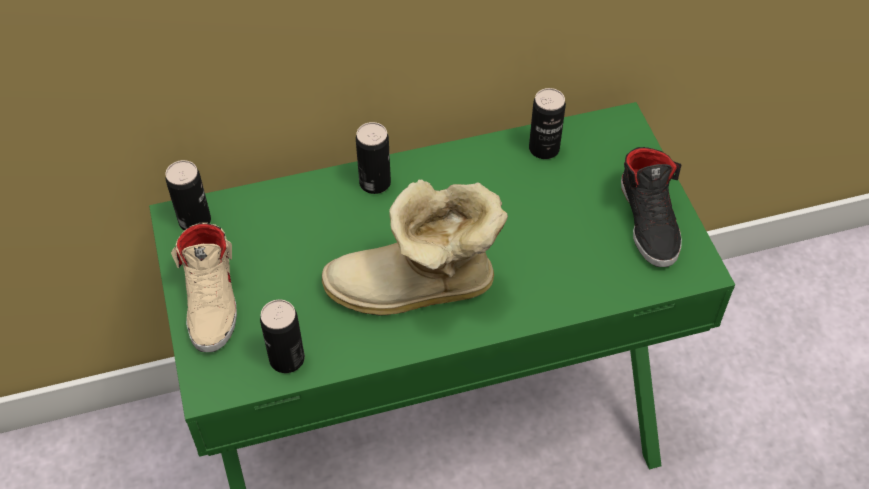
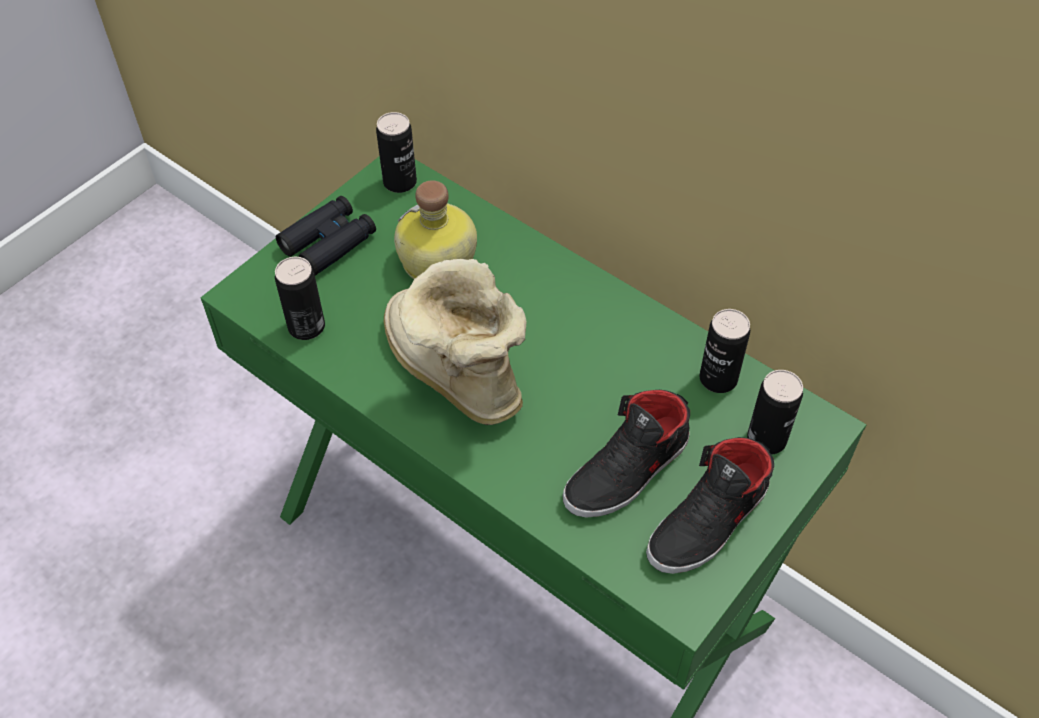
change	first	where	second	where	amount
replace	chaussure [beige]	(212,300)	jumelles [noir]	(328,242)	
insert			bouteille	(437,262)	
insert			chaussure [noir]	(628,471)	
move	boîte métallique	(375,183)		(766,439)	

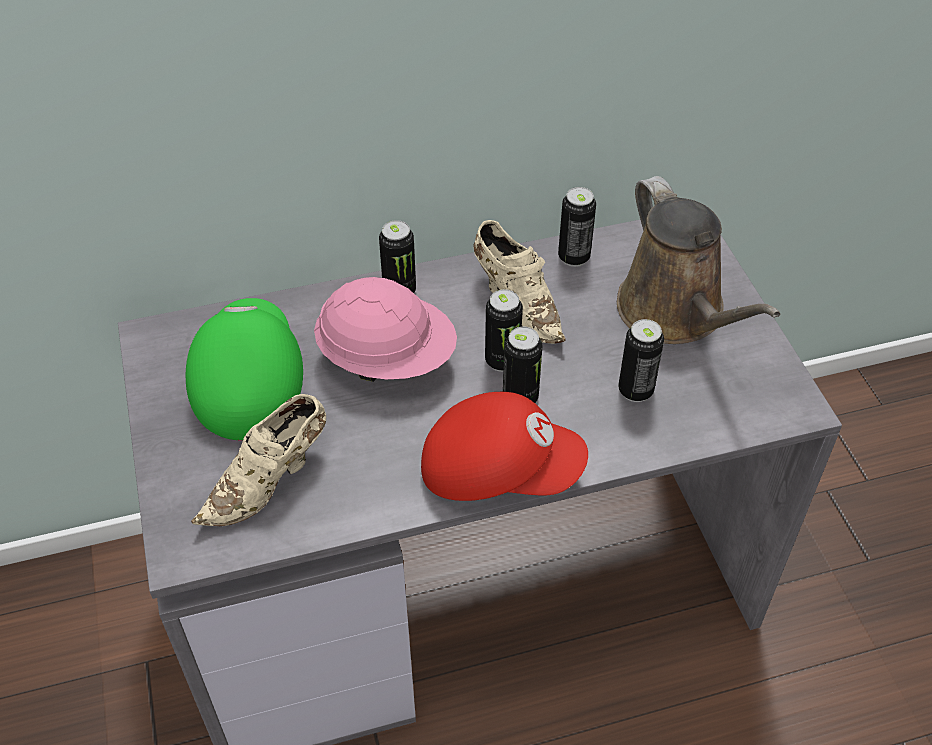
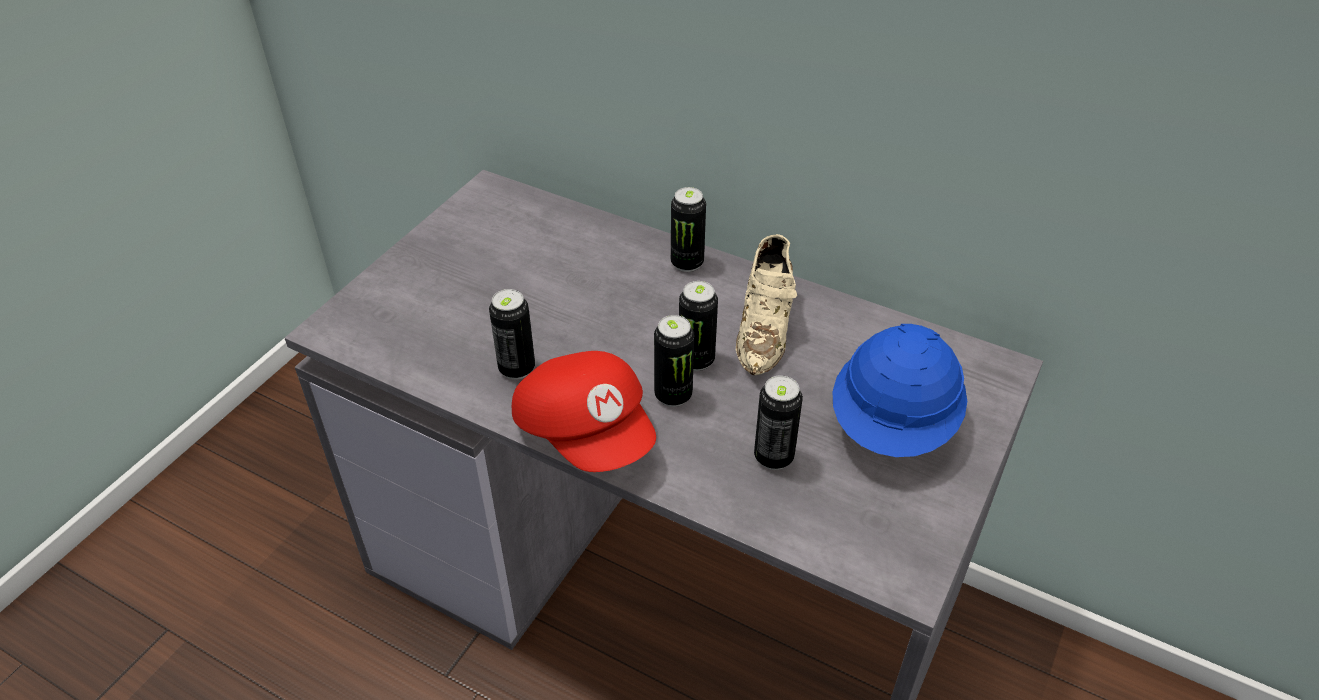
change	first	where	second	where	amount
move	boîte métallique	(574,257)		(517,368)	
replace	arrosoir [marron]	(676,313)	casque de chantier [bleu]	(893,425)	
delete	casquette [vert]	(248,384)			
delete	chaussure [beige]	(270,481)			
delete	casque de chantier [rose]	(387,358)			

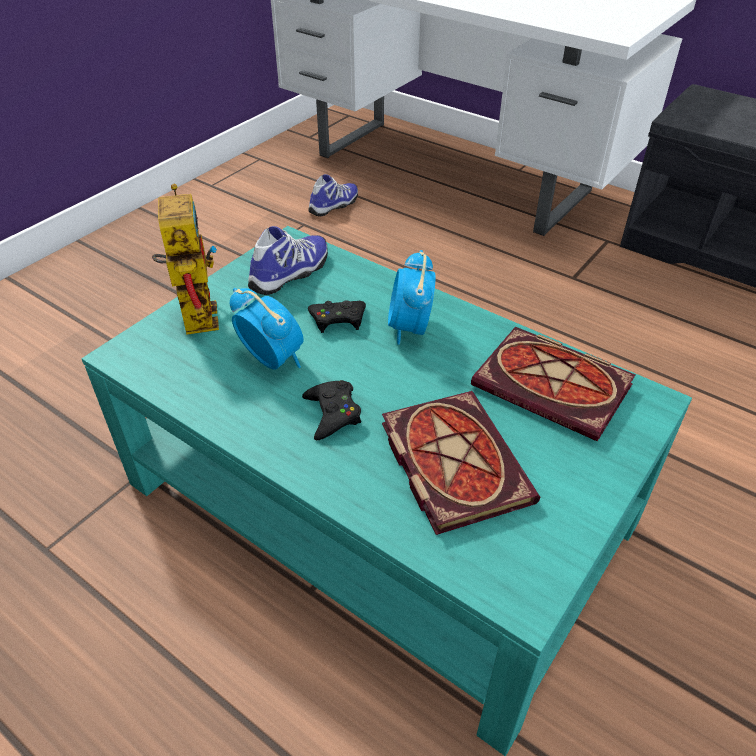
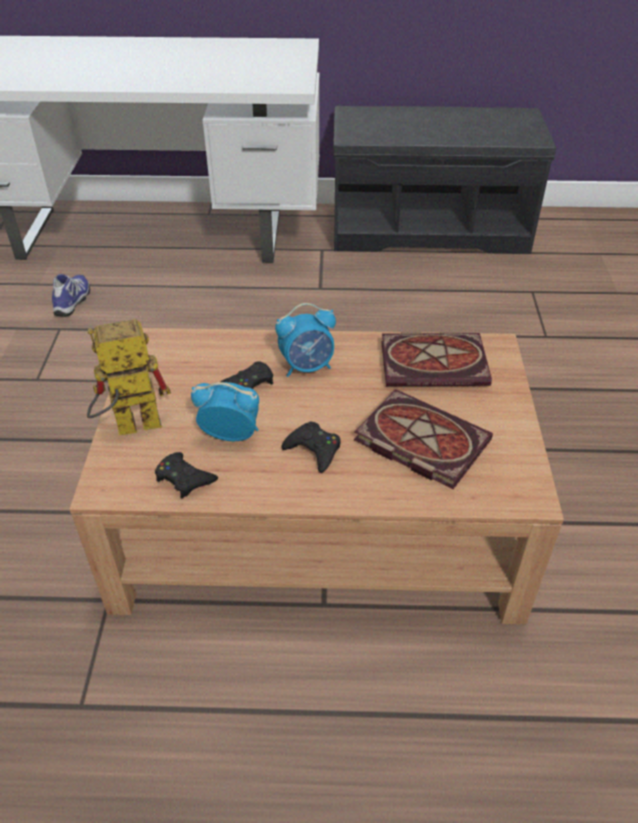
change	first	where	second	where	amount
recolor	table basse [turquoise]	(375,502)	table basse [marron]	(316,519)	
rotate	robot jouet	(195,311)		(128,428)	60 degrees counterclockwise
insert			manette [noir]	(184,478)	
rotate	réveil	(409,328)		(307,367)	75 degrees counterclockwise
delete	chaussure	(291,274)			

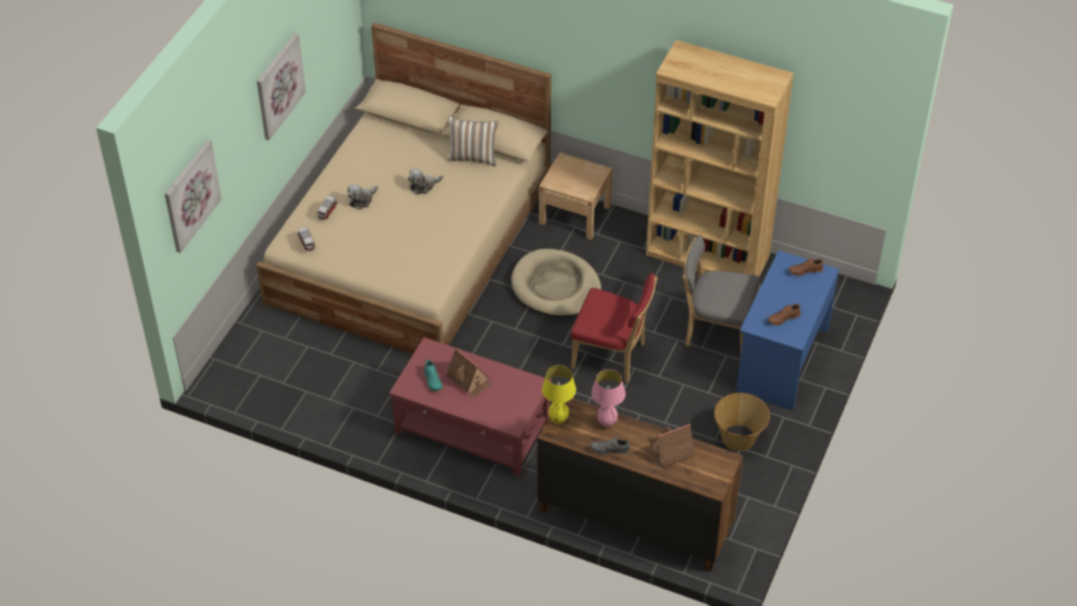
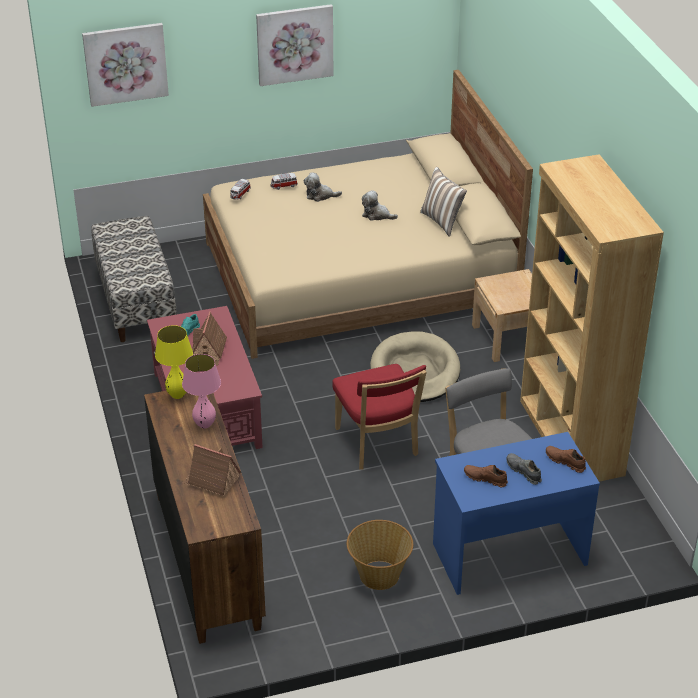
change	first	where	second	where	amount
insert			banc	(135,302)	
move	chaussure [gris]	(609,450)		(523,472)	

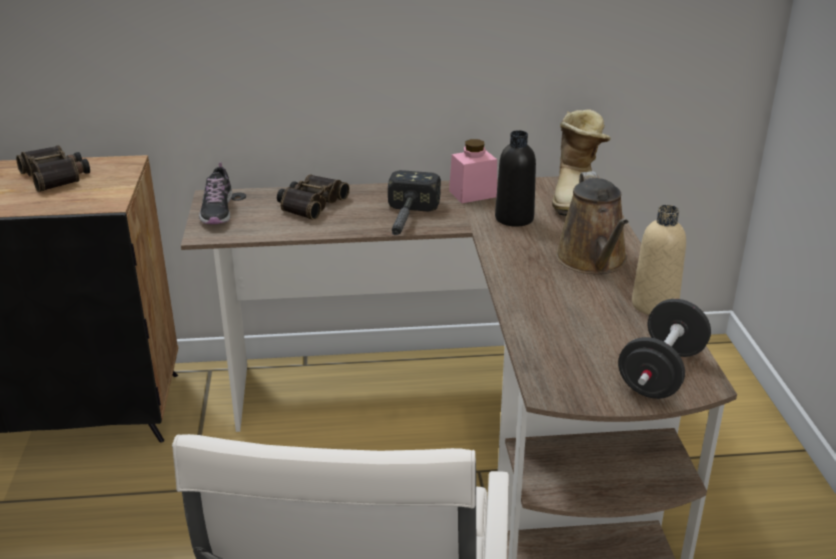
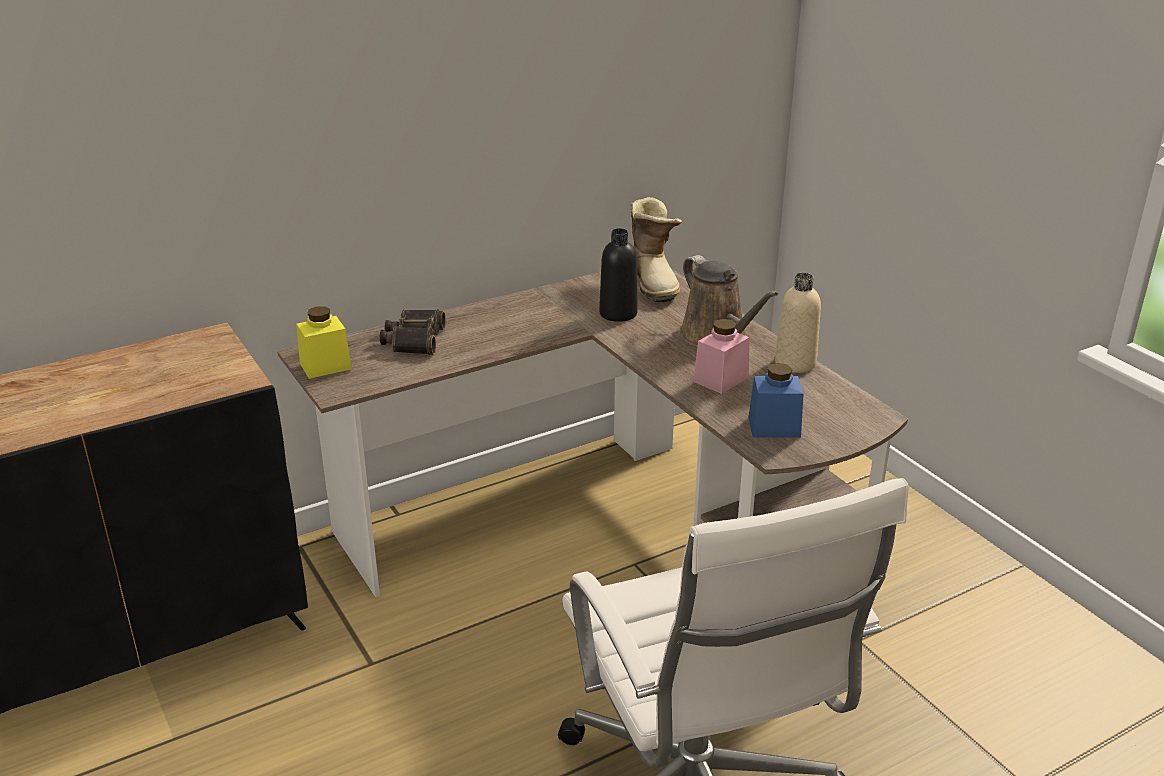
change	first	where	second	where	amount
replace	chaussure	(217,210)	bocal [jaune]	(325,366)	
move	bocal [rose]	(473,194)		(721,379)	
insert			bocal [bleu]	(774,427)	
delete	jumelles	(56,176)			
delete	marteau	(406,222)			
delete	haltère [noir]	(661,373)			

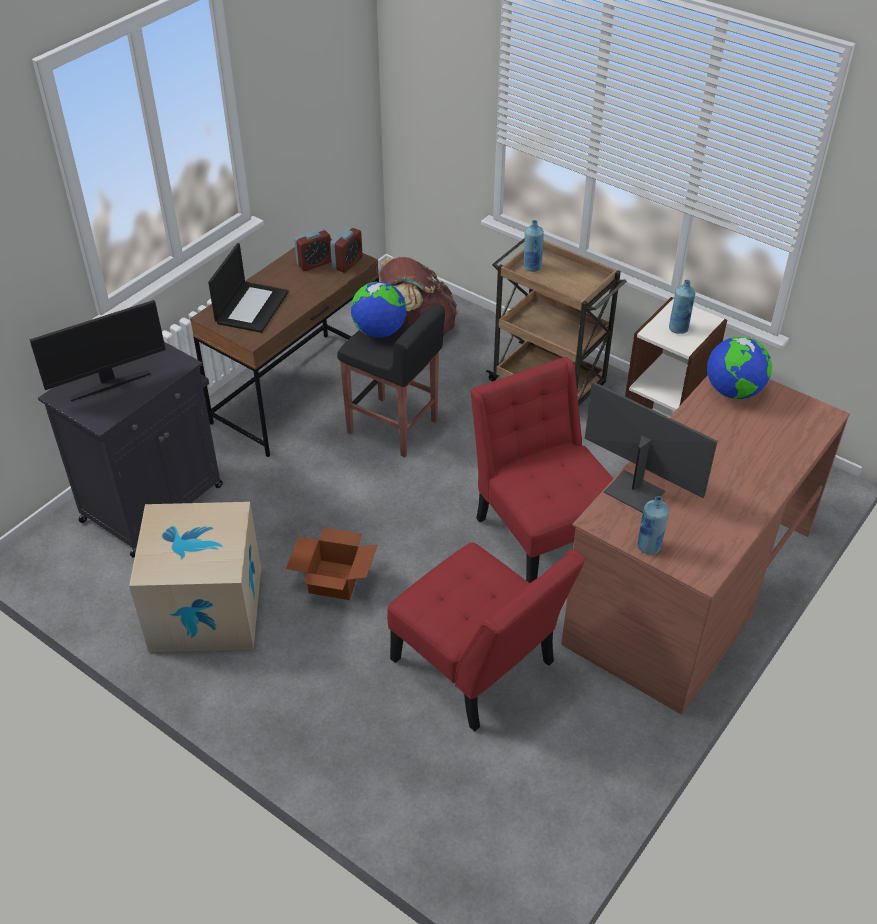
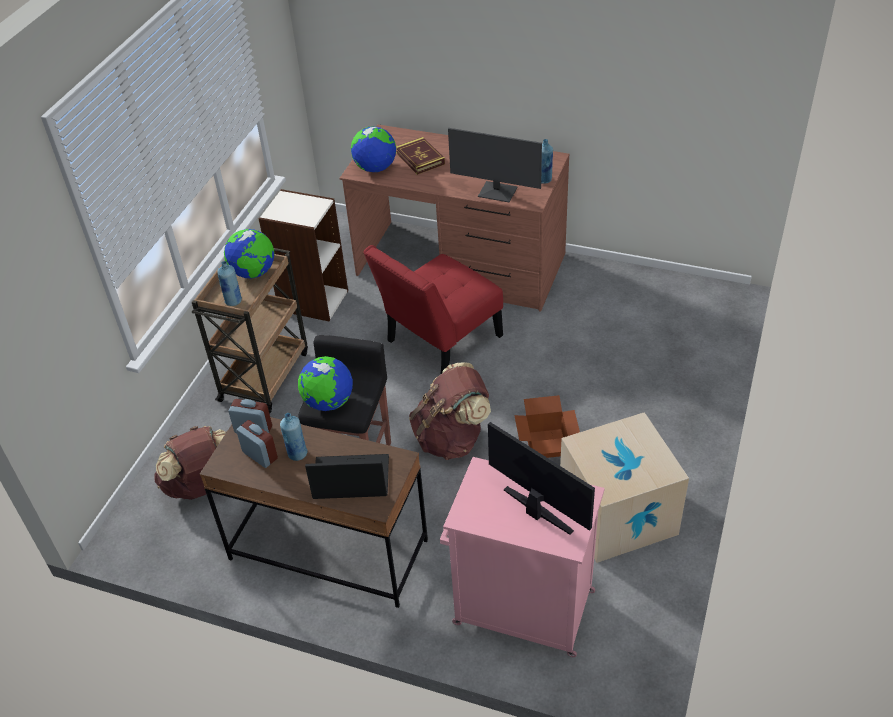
change	first	where	second	where	amount
insert			globe	(253,273)	
move	bouteille [bleu]	(678,328)		(297,454)	
insert			livre	(420,158)	
insert			sac à dos [marron]	(452,438)	
recolor	meuble de rangement [noir]	(154,502)	meuble de rangement [rose]	(521,607)	
rotate	écran d'ordinateur	(635,491)		(497,192)	90 degrees counterclockwise
delete	chaise [rouge]	(478,667)			

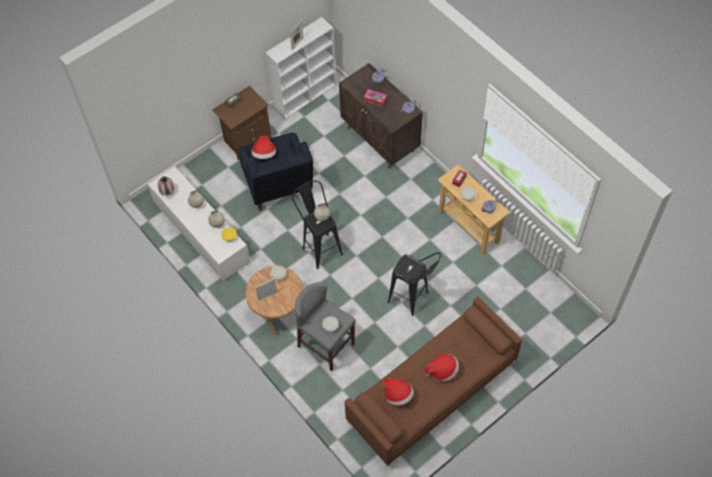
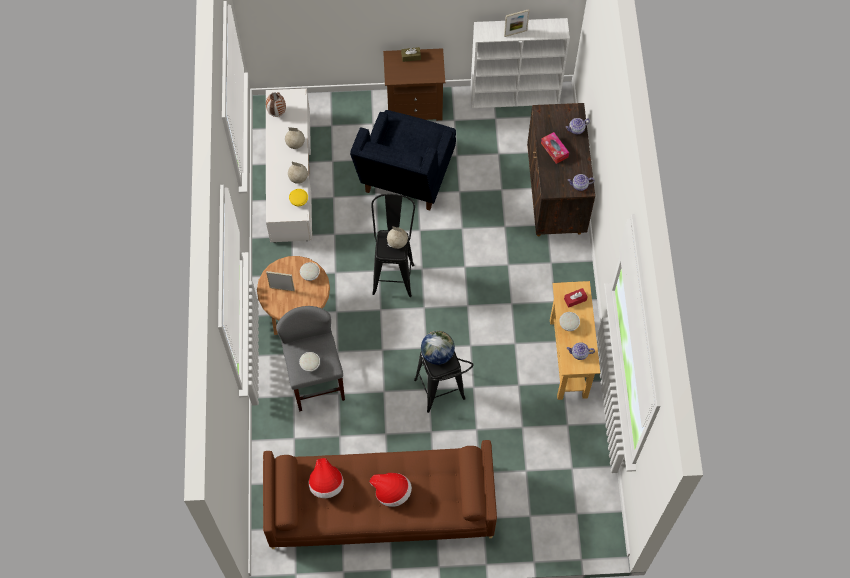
change	first	where	second	where	amount
insert			globe	(437,354)	
delete	chapeau	(264,154)			

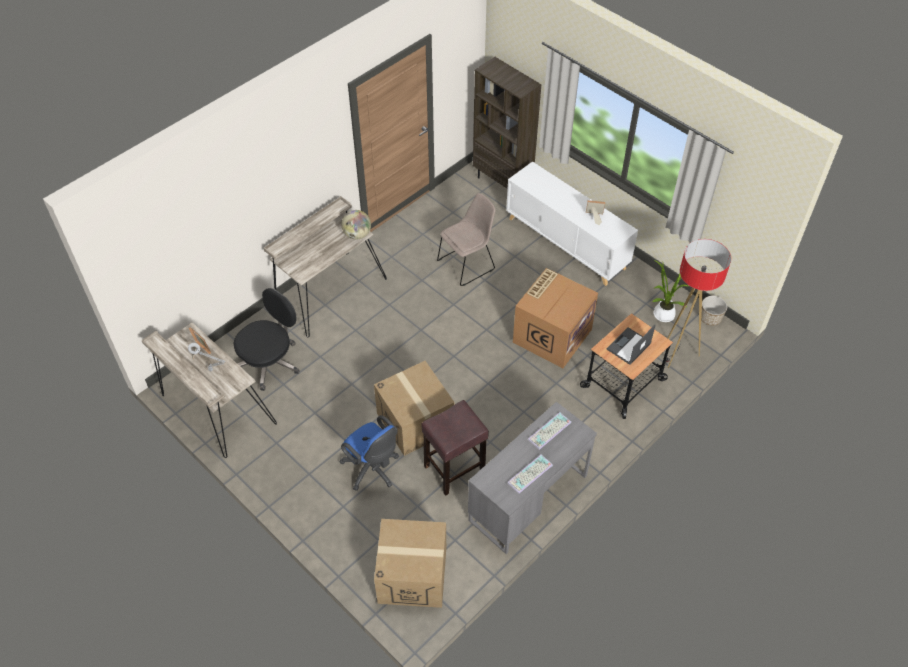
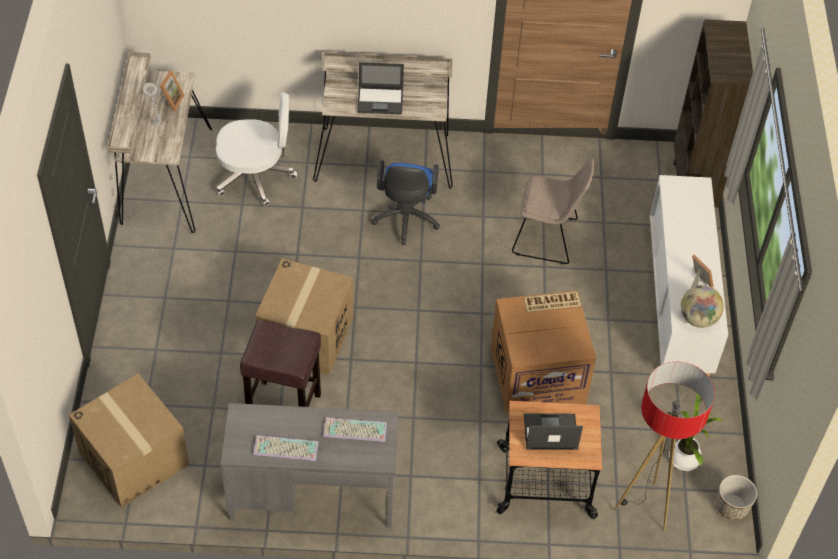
change	first	where	second	where	amount
recolor	chaise de bureau [noir]	(270,362)	chaise de bureau [blanc]	(256,176)	
insert			ordinateur portable	(381,100)	
move	chaise de bureau [bleu]	(372,469)		(405,221)	
move	globe	(357,234)		(698,318)	

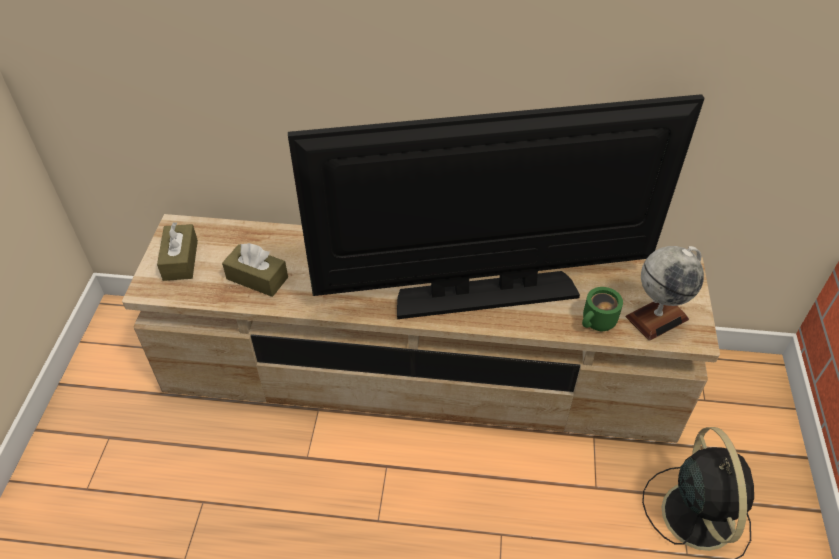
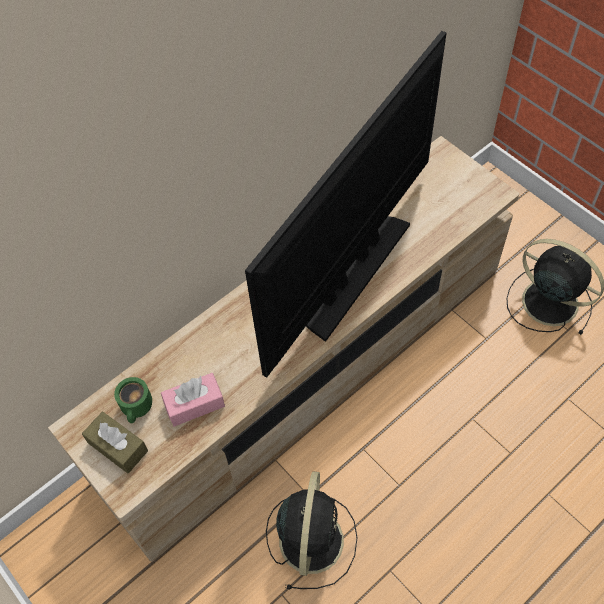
change	first	where	second	where	amount
move	mug [vert]	(598,323)		(138,408)	
recolor	boîte à mouchoirs [marron]	(257,278)	boîte à mouchoirs [rose]	(194,404)	
insert			ventilateur [noir]	(311,537)	
delete	globe	(657,317)			

